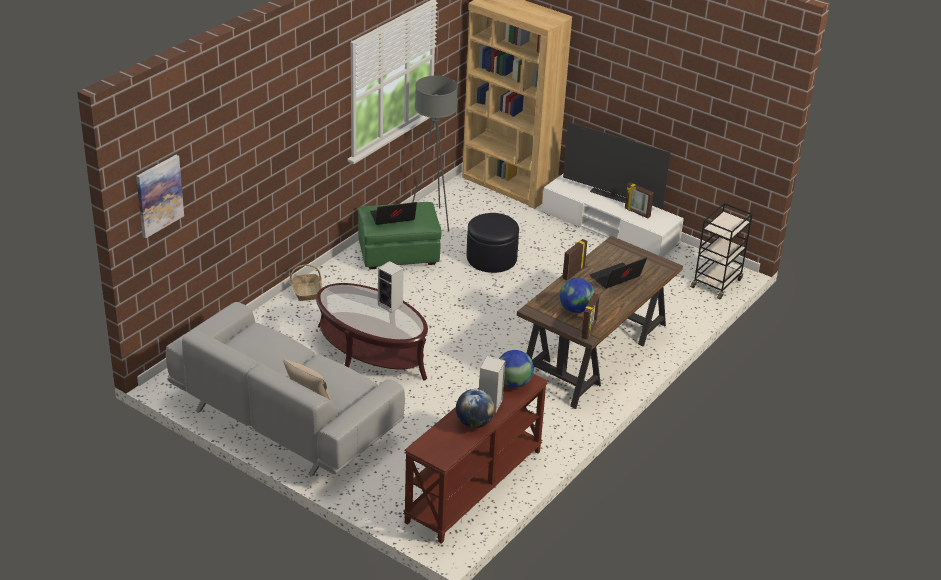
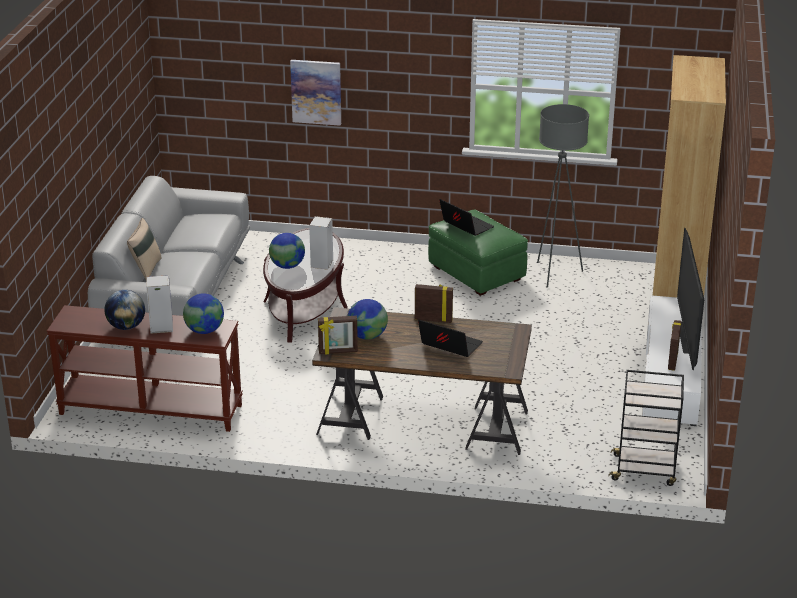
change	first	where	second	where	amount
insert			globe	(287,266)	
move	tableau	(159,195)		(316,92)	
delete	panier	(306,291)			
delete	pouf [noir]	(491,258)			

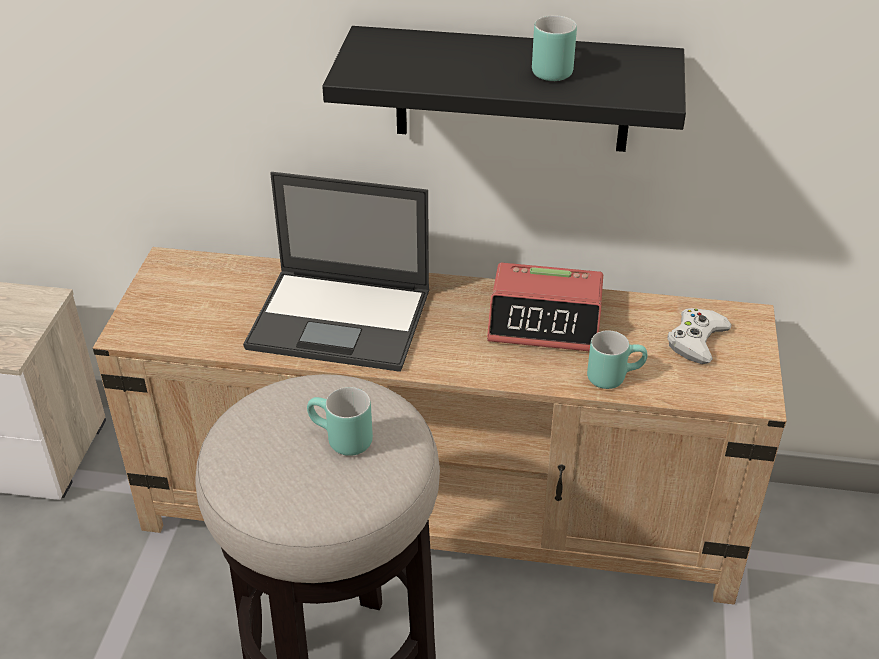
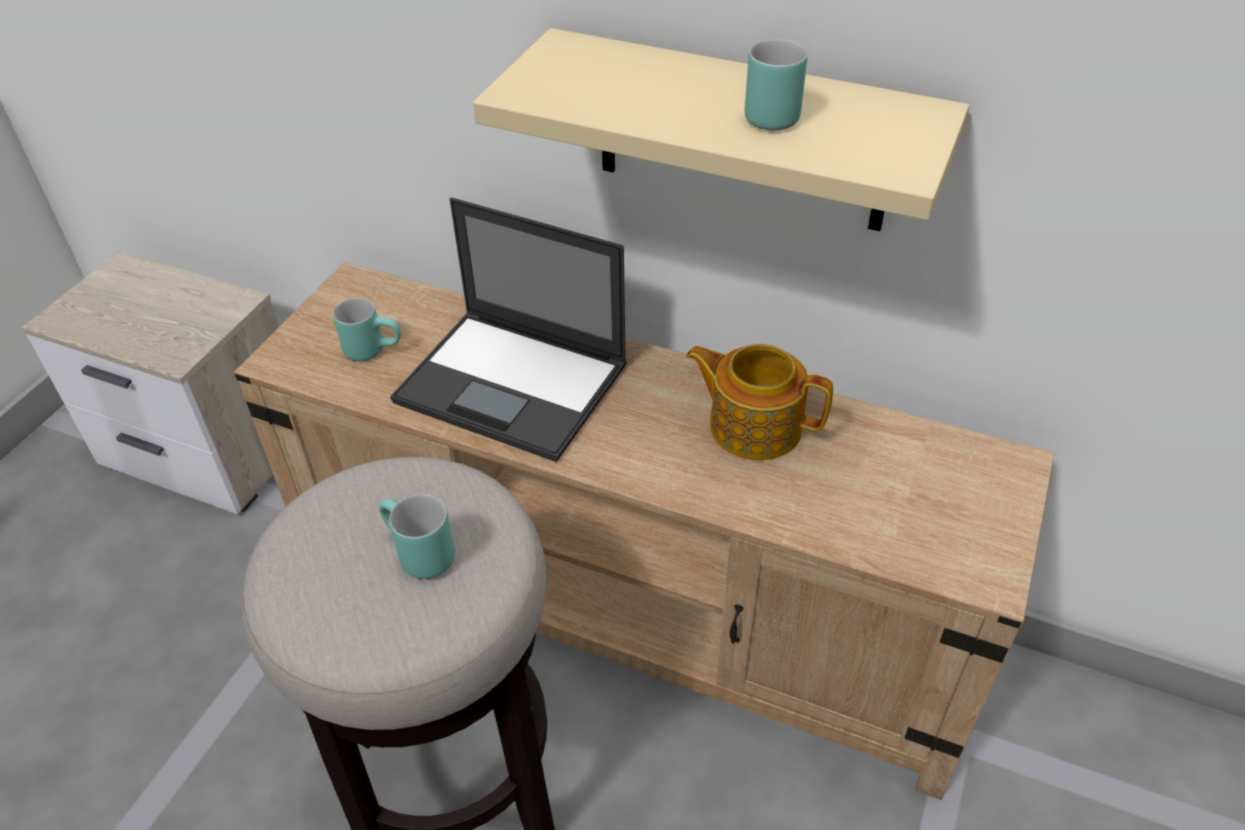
change	first	where	second	where	amount
move	mug [turquoise]	(613,375)		(374,349)	
recolor	étagère [noir]	(512,90)	étagère [beige]	(742,133)	
replace	réveil	(545,320)	théière	(753,425)	
delete	manette [blanc]	(696,340)			

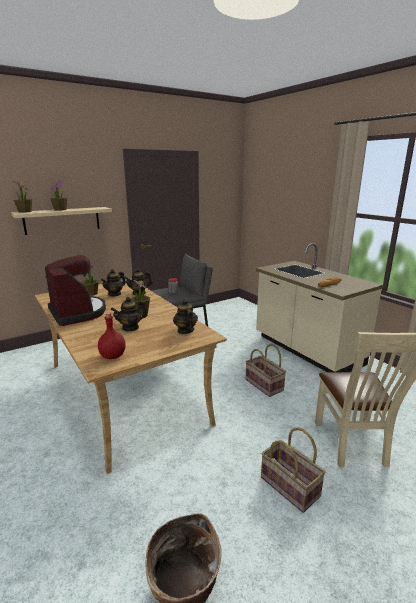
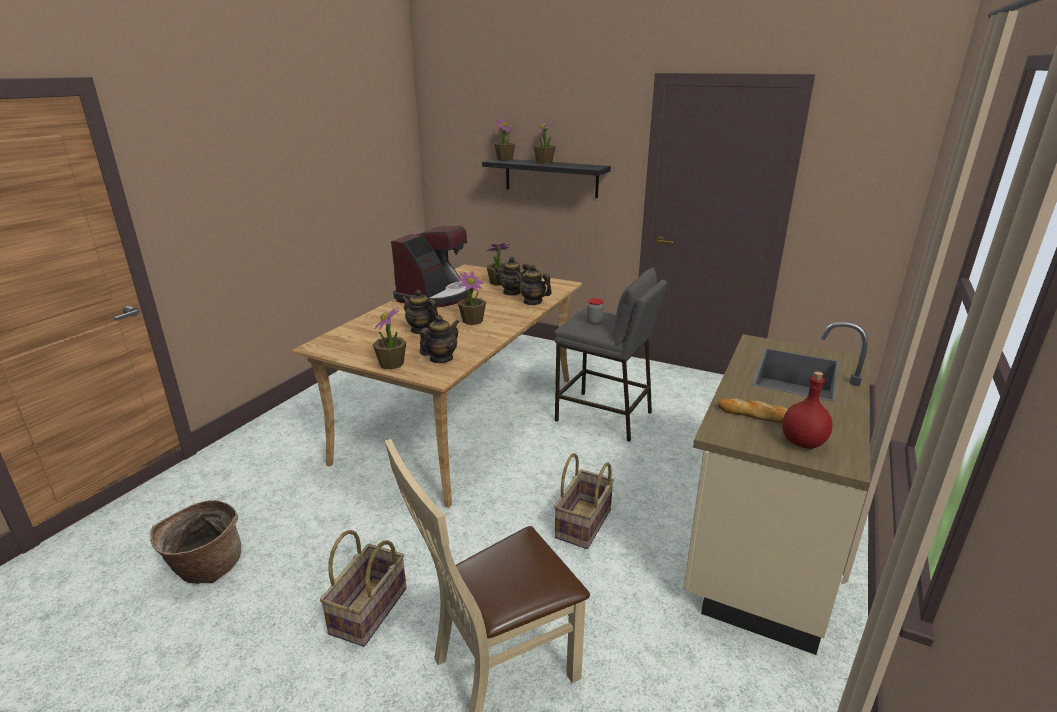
change	first	where	second	where	amount
insert			plante en pot	(391,364)	
recolor	étagère [beige]	(62,220)	étagère [noir]	(551,177)	
move	bouteille [rouge]	(112,356)		(802,443)	

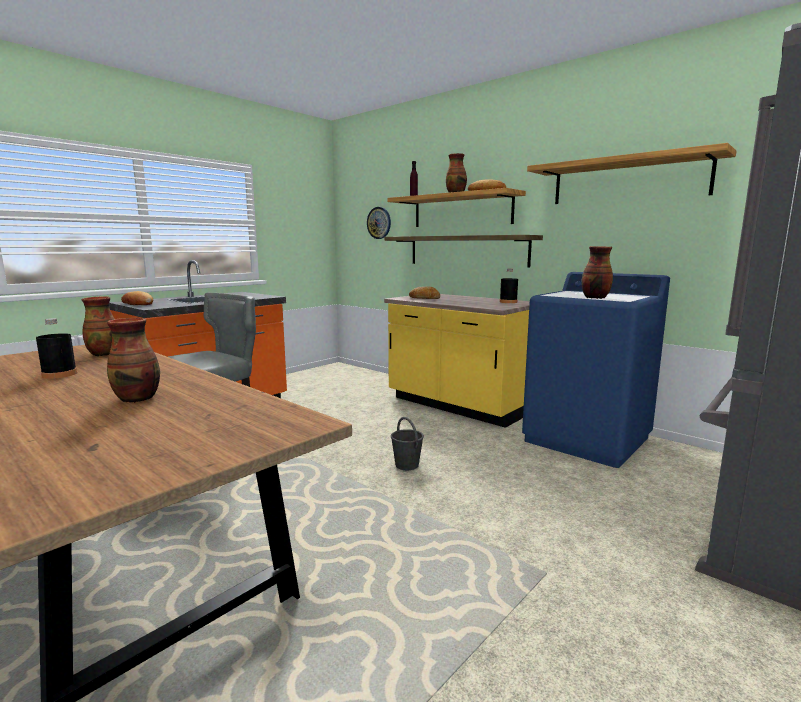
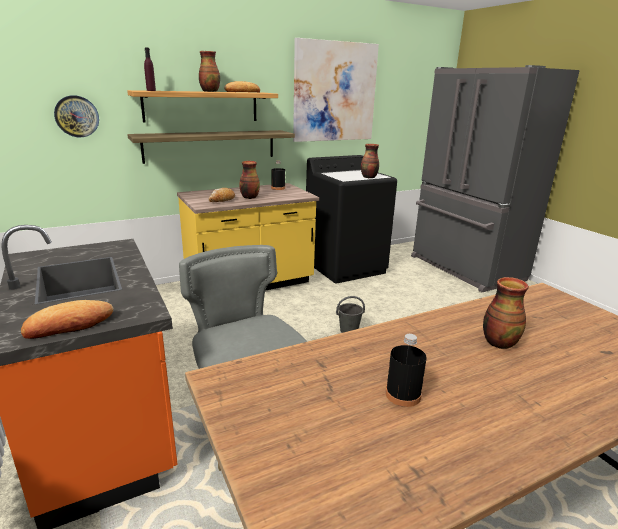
change	first	where	second	where	amount
move	vase	(104,354)		(249,197)	
replace	étagère	(628,181)	tableau	(335,92)	
recolor	lave-linge [bleu]	(587,439)	lave-linge [noir]	(345,267)	

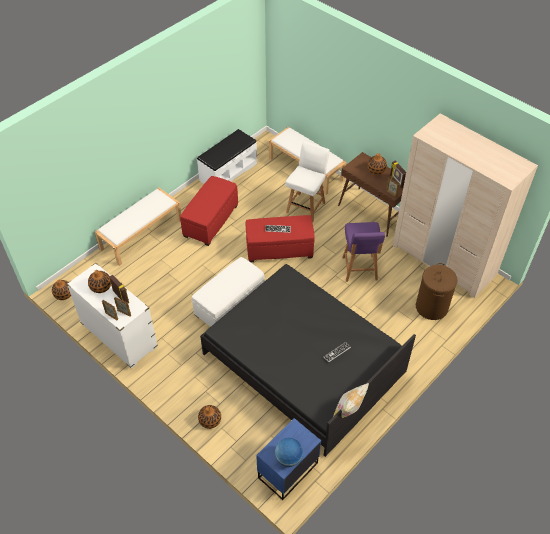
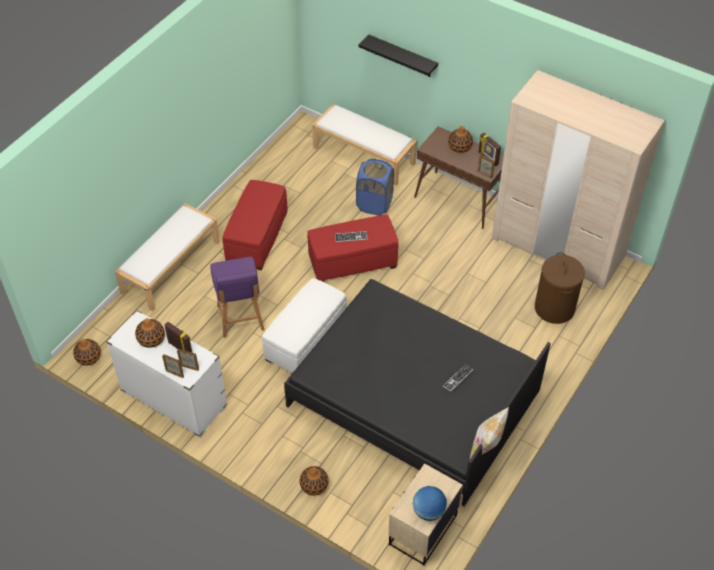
change	first	where	second	where	amount
move	chaise [violet]	(359,269)		(240,319)	
replace	chaise [blanc]	(306,207)	panier à linge [bleu]	(374,204)	
insert			étagère [noir]	(402,56)	
recolor	table de chevet [bleu]	(287,470)	table de chevet [beige]	(422,530)	
delete	banc [blanc]	(228,172)			

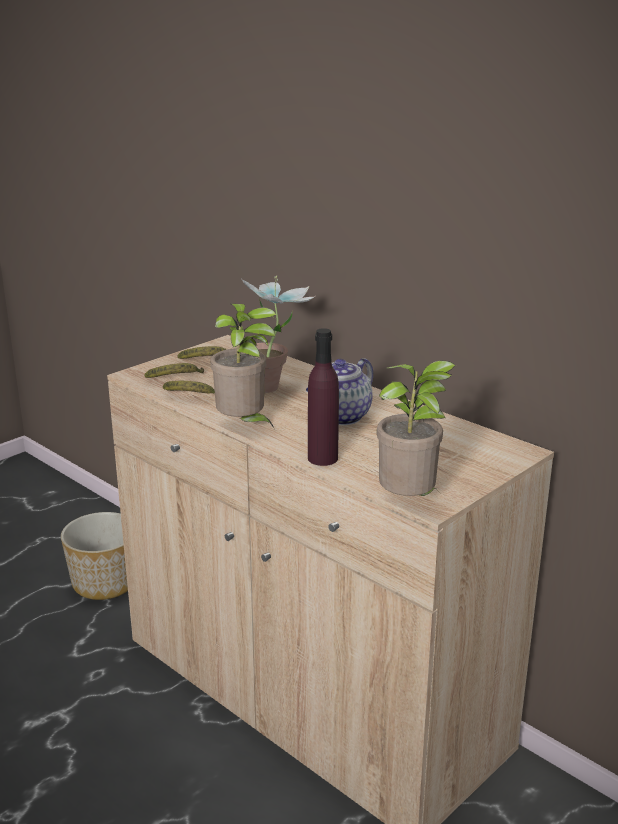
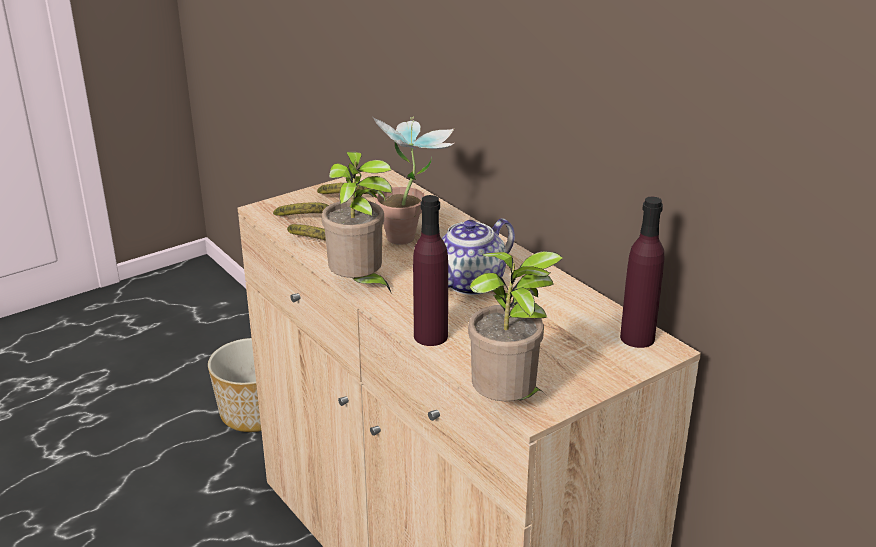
change	first	where	second	where	amount
insert			bouteille [violet]	(637,338)	

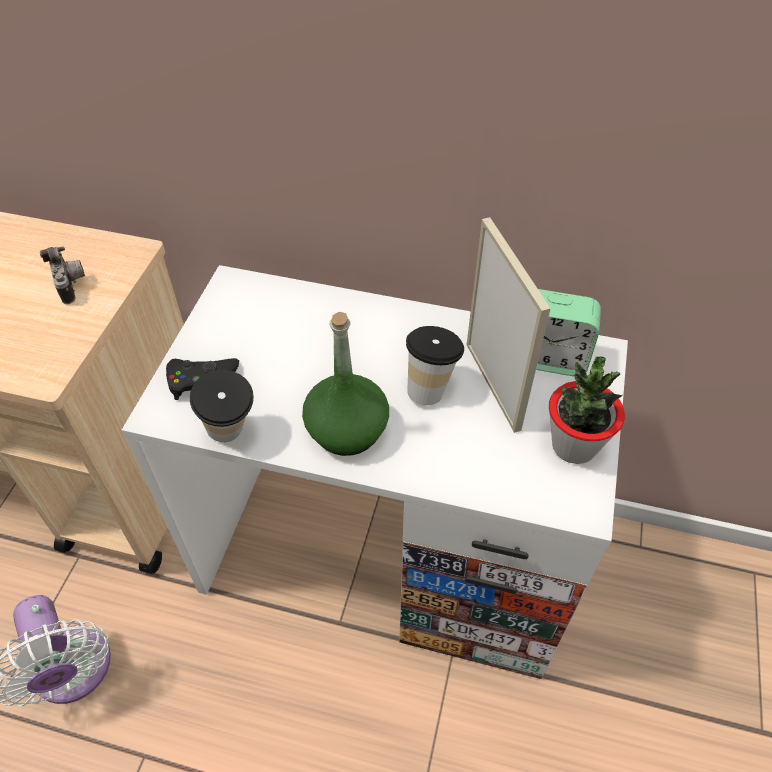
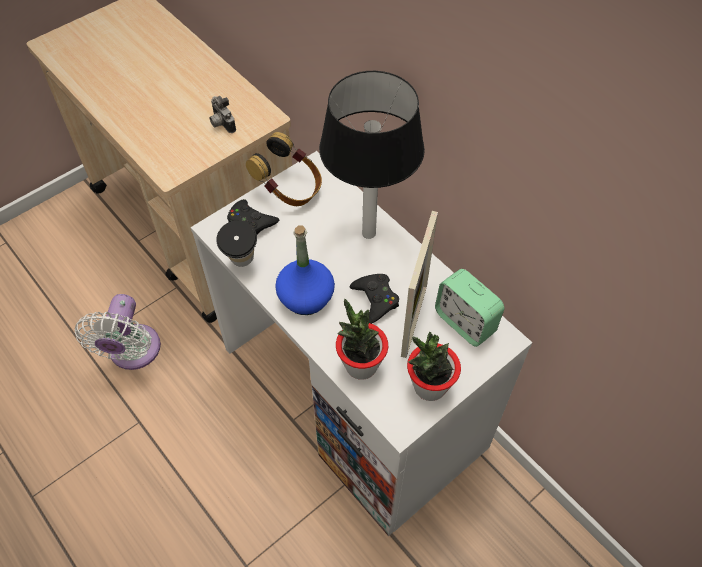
change	first	where	second	where	amount
rotate	appareil photo	(72,285)		(221,124)	135 degrees clockwise
insert			casque audio	(289,189)	
recolor	bouteille [vert]	(347,430)	bouteille [bleu]	(306,297)	
insert			lampe de table	(368,233)	
insert			plante en pot	(361,365)	
replace	tasse	(430,388)	manette [noir]	(375,300)	

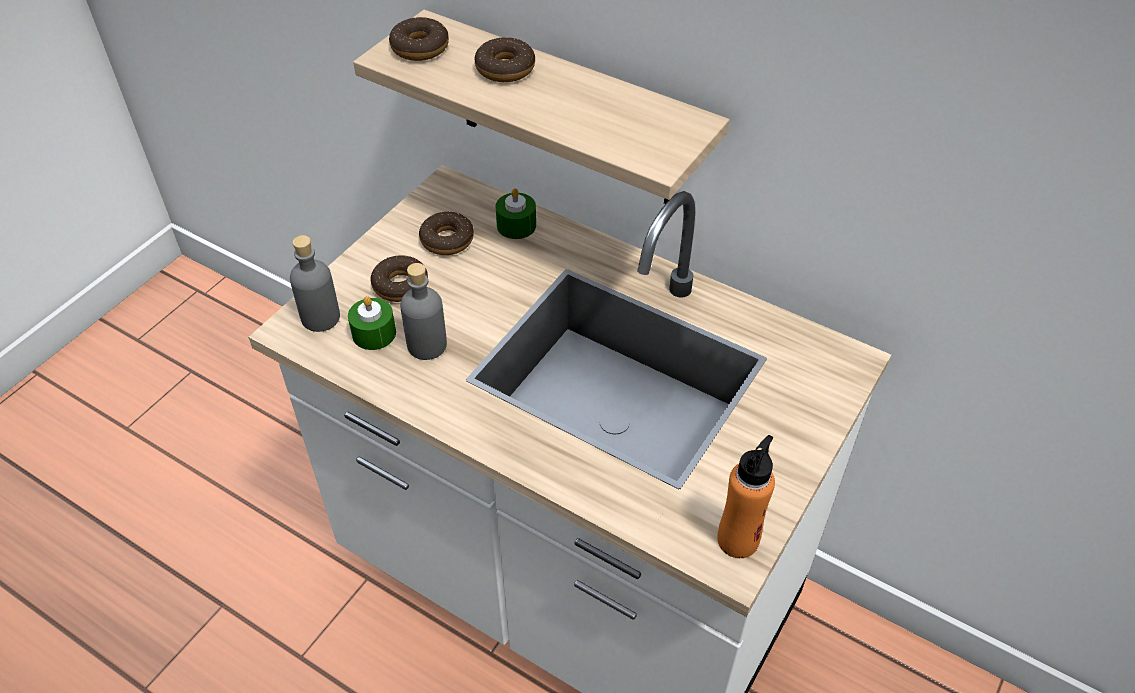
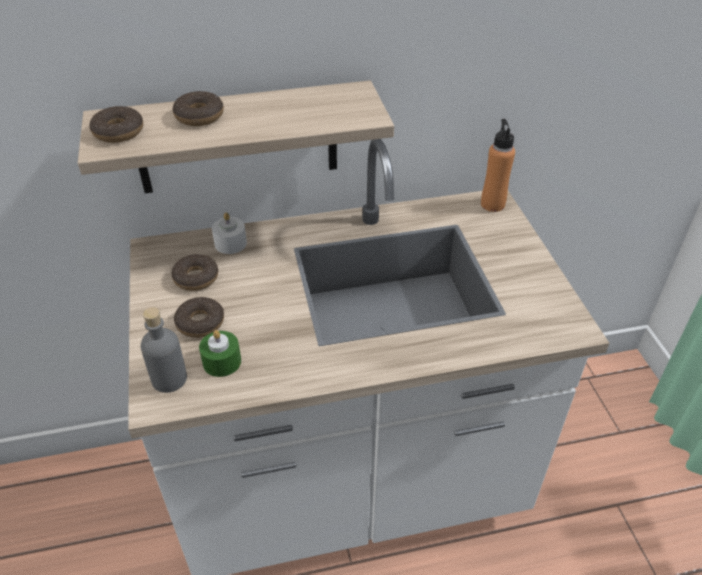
change	first	where	second	where	amount
recolor	bougie [vert]	(516,225)	bougie [blanc]	(230,243)	
move	bouteille [orange]	(738,540)		(492,204)	
delete	bouteille [gris]	(427,345)			

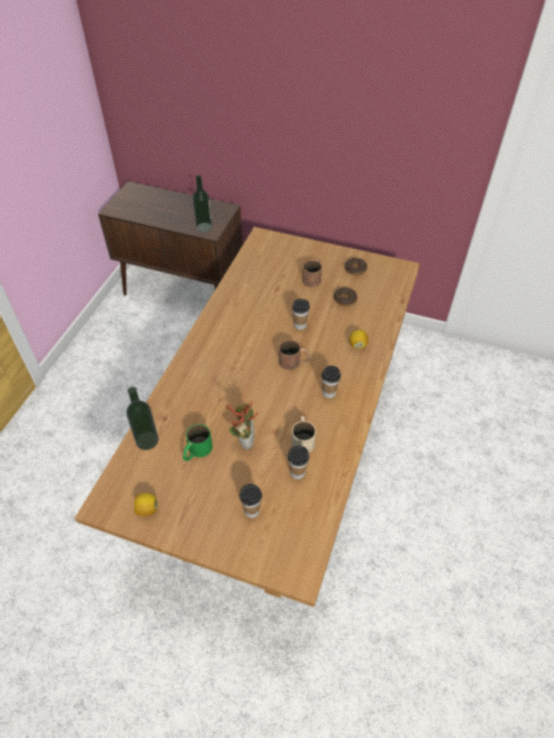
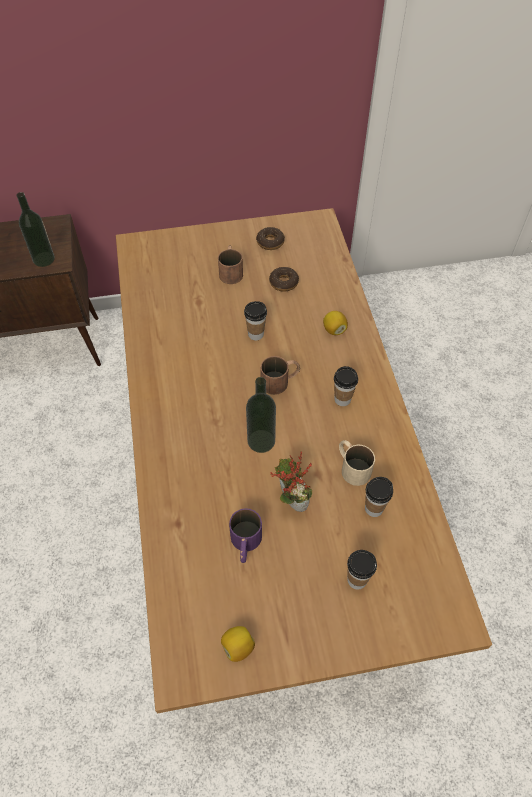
change	first	where	second	where	amount
recolor	mug [vert]	(196,451)	mug [violet]	(245,544)	
move	bouteille	(147,440)		(261,441)	

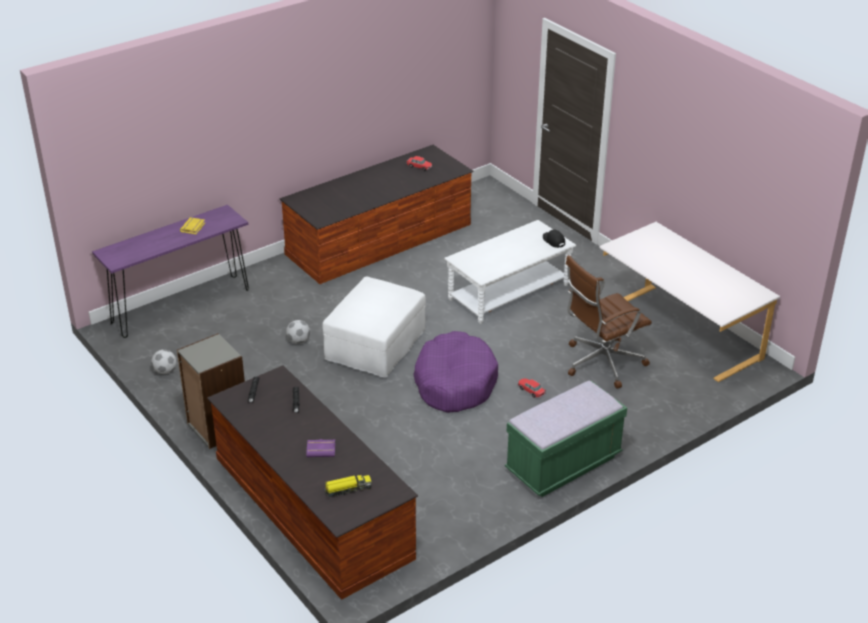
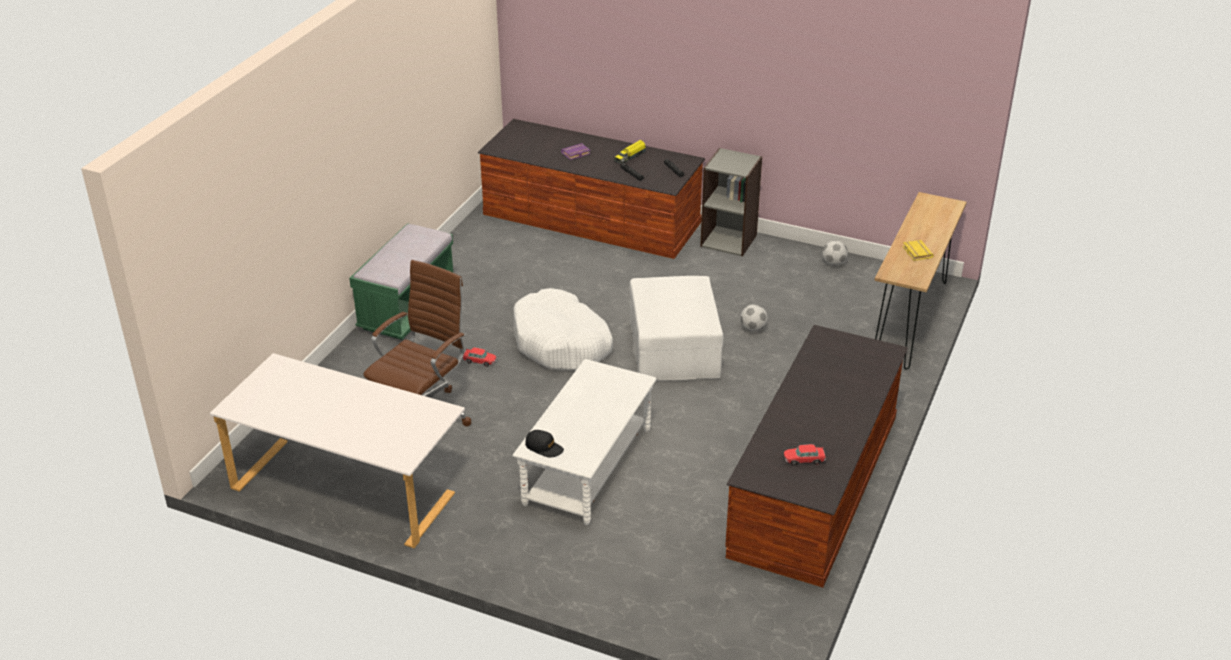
change	first	where	second	where	amount
recolor	panier pour chien [violet]	(454,382)	panier pour chien [blanc]	(561,343)	
move	camion jouet	(347,489)		(630,157)	
recolor	table console [violet]	(181,306)	table console [marron]	(910,320)	

